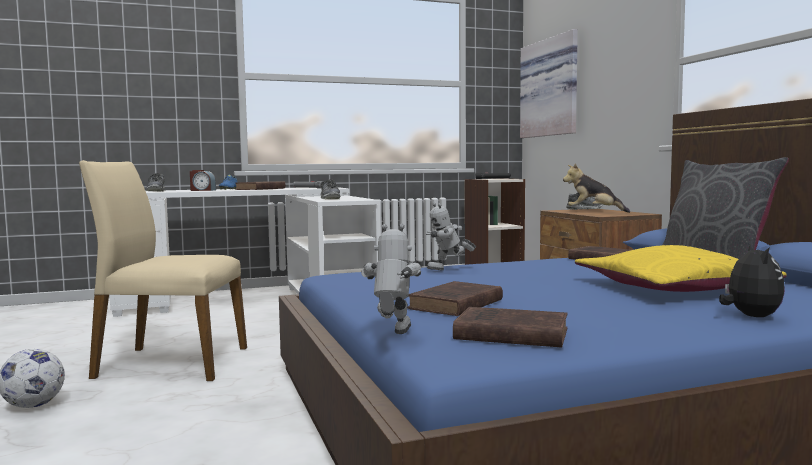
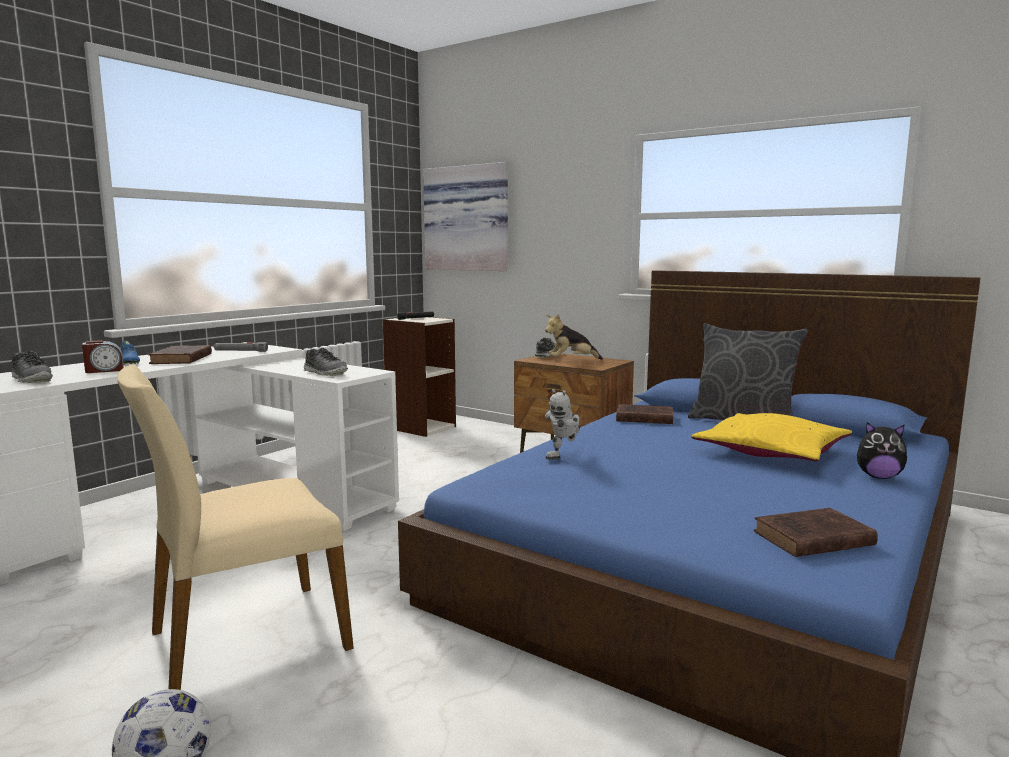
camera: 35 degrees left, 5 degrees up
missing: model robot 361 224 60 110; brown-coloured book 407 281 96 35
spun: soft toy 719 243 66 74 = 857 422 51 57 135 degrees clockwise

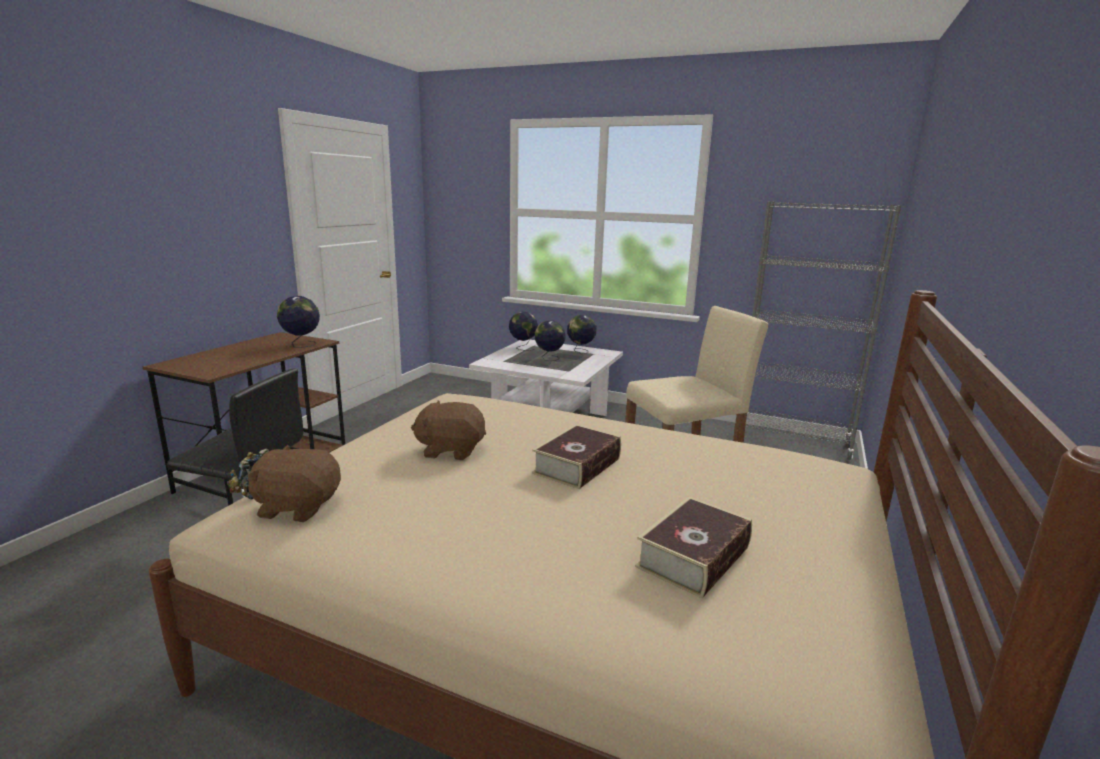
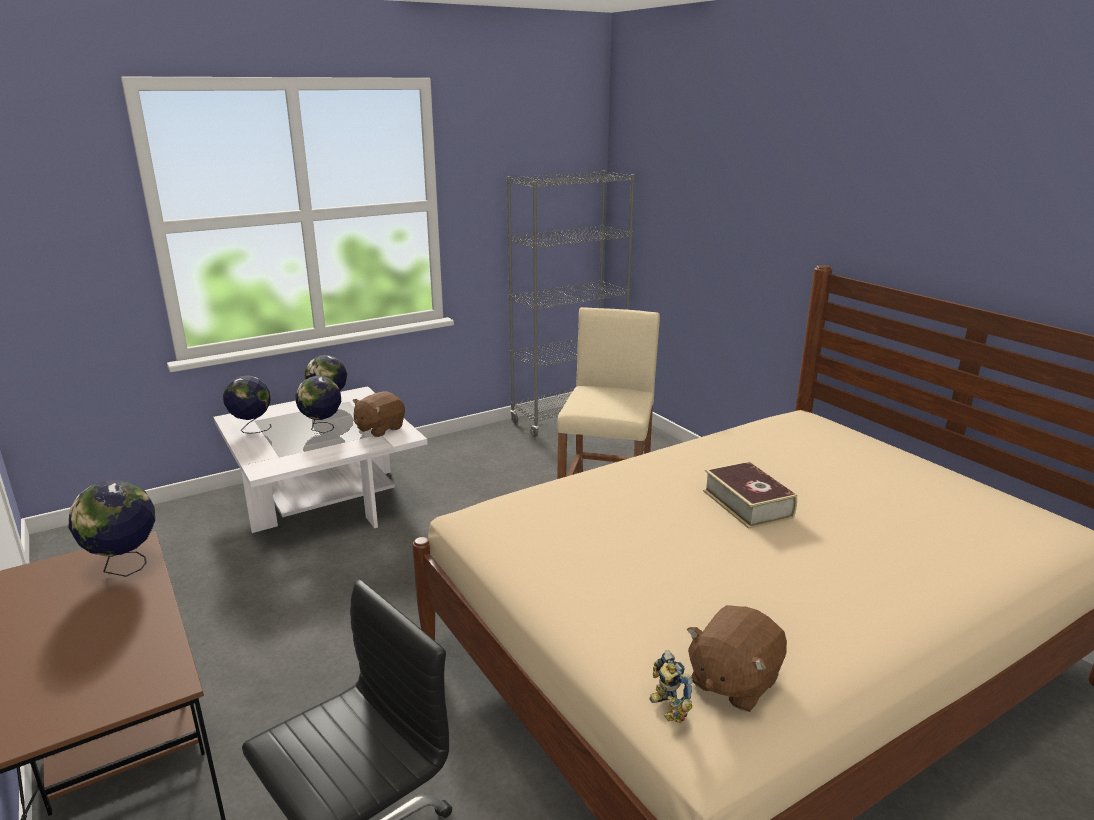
camera: 55 degrees left, 5 degrees up
missing: book 635 497 117 101
relocated: brown-coloured soft toy 411 400 75 60 to 353 391 52 46

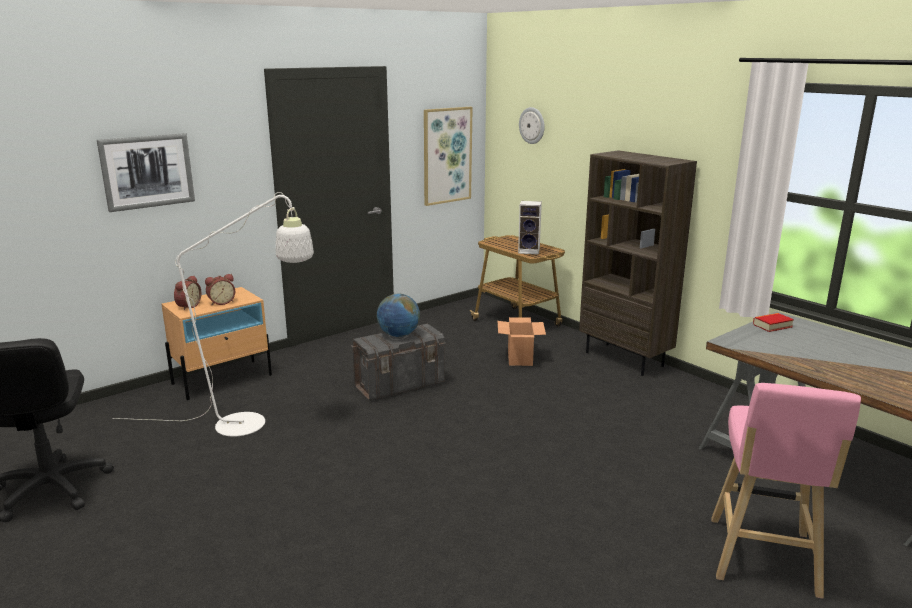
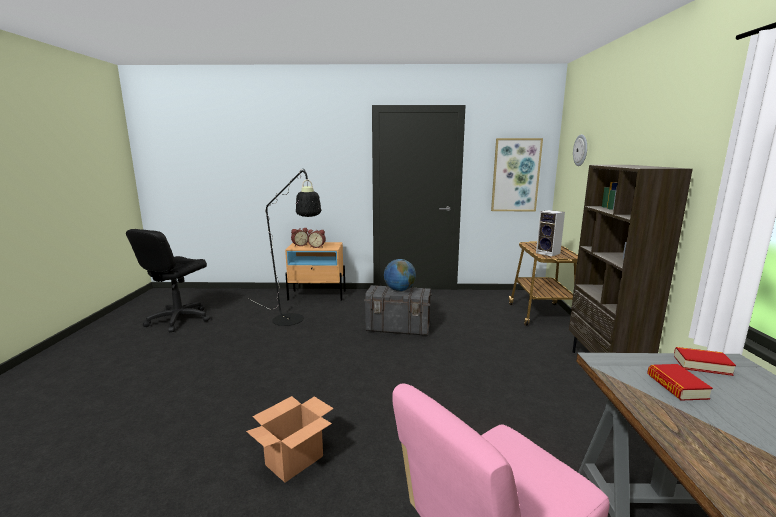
camera: 40 degrees right, 5 degrees down
missing: wall picture 97 133 98 79
appeared: book 647 364 66 36
relocated: packing box 498 317 48 49 to 246 396 88 87
colour: white floor lamp 112 192 202 245 to black-coloured floor lamp 248 169 73 157

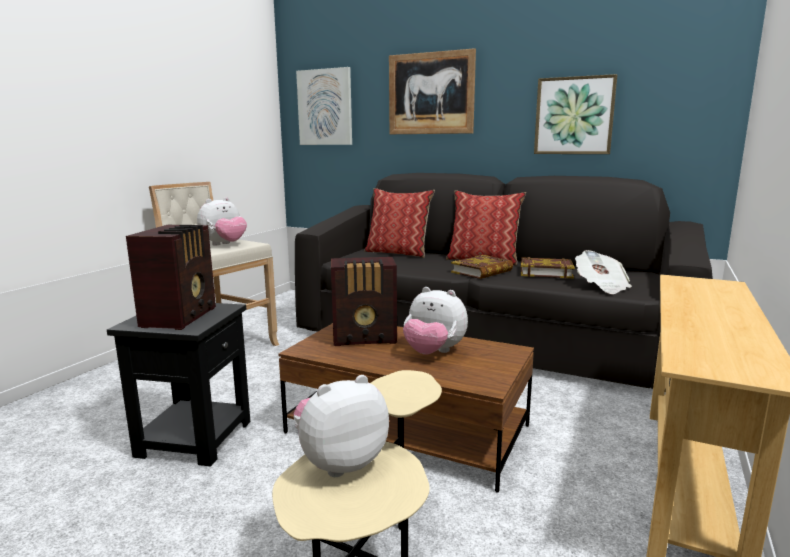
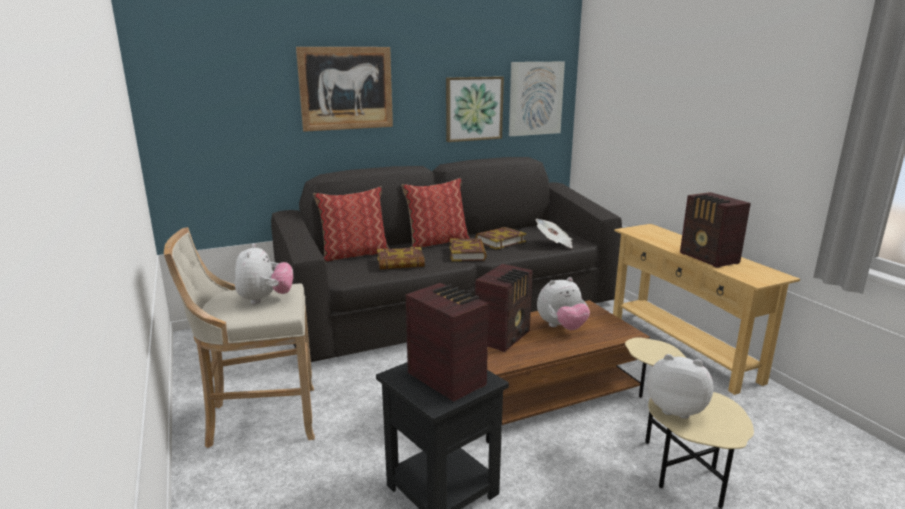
camera: 50 degrees left, 5 degrees up
appeared: radio receiver 680 192 71 76; book 377 247 48 22
relocated: wall picture 296 67 56 78 to 509 62 56 74
spun: soft toy 293 375 96 102 = 647 354 67 65 105 degrees clockwise

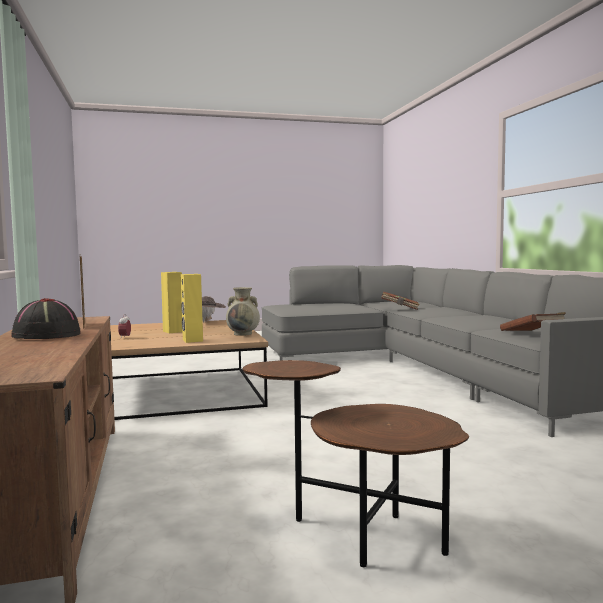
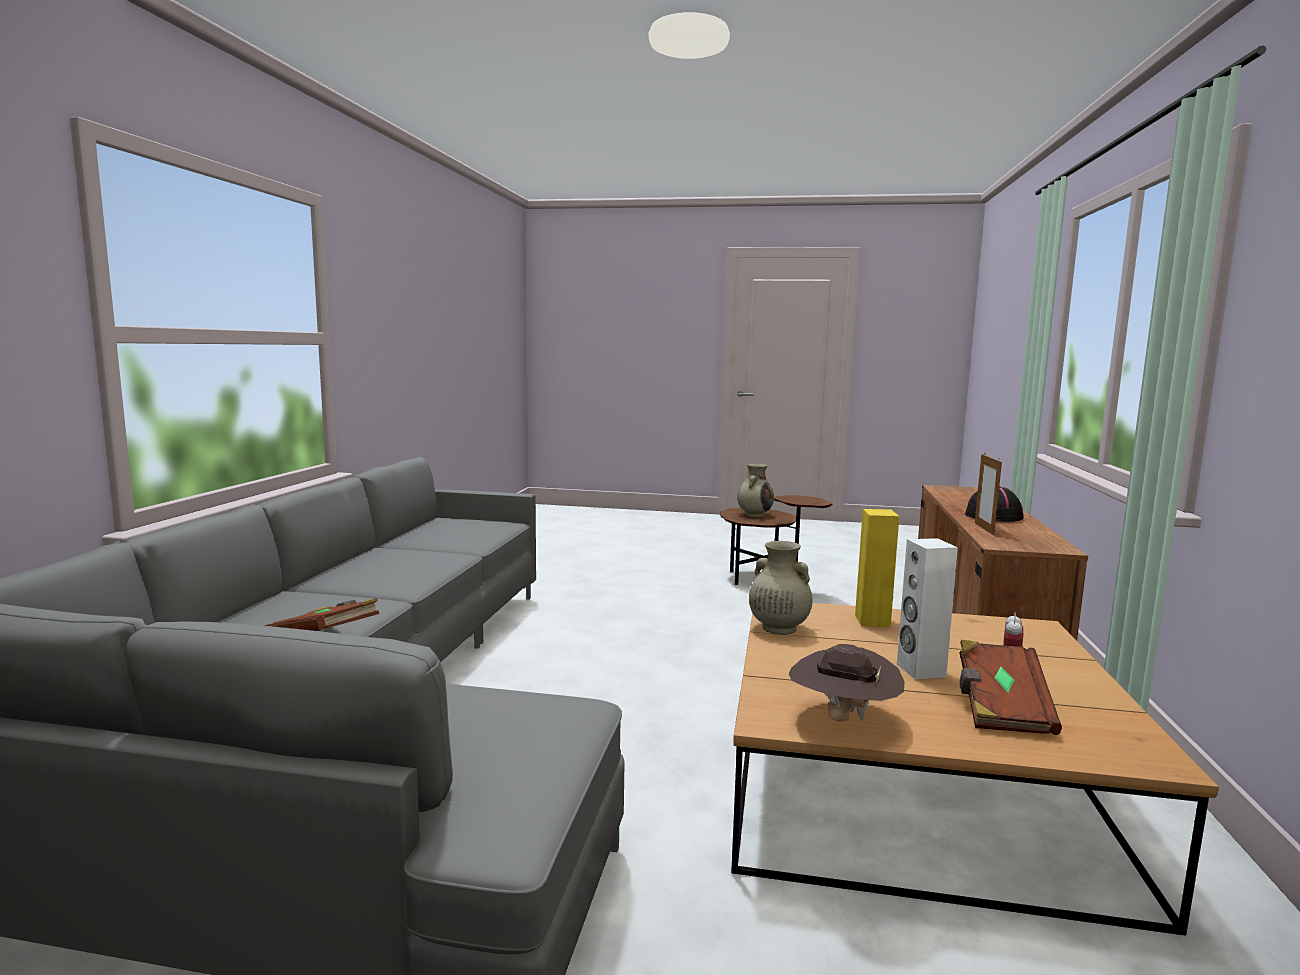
camera: 155 degrees left, 5 degrees up
appeared: beige-coloured decorative vase 737 464 37 53
relocated: brown-coloured book 500 312 66 19 to 960 640 102 95
colour: yellowish loudspeaker 161 272 22 61 to white loudspeaker 897 538 61 141

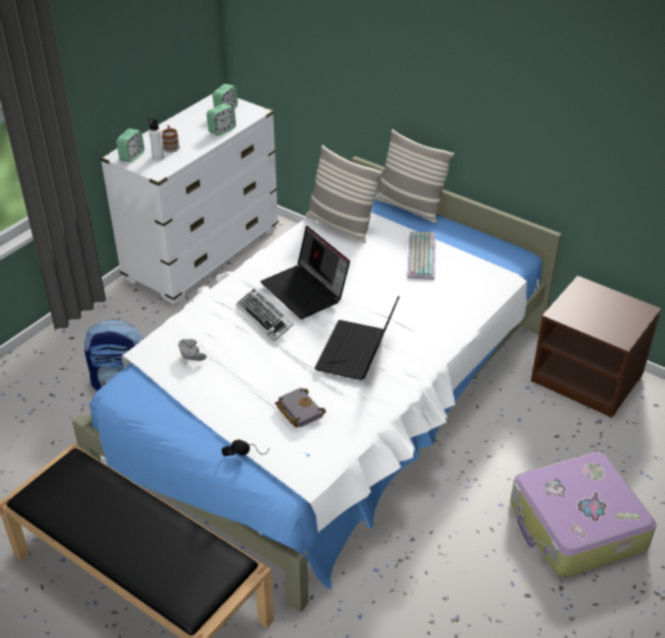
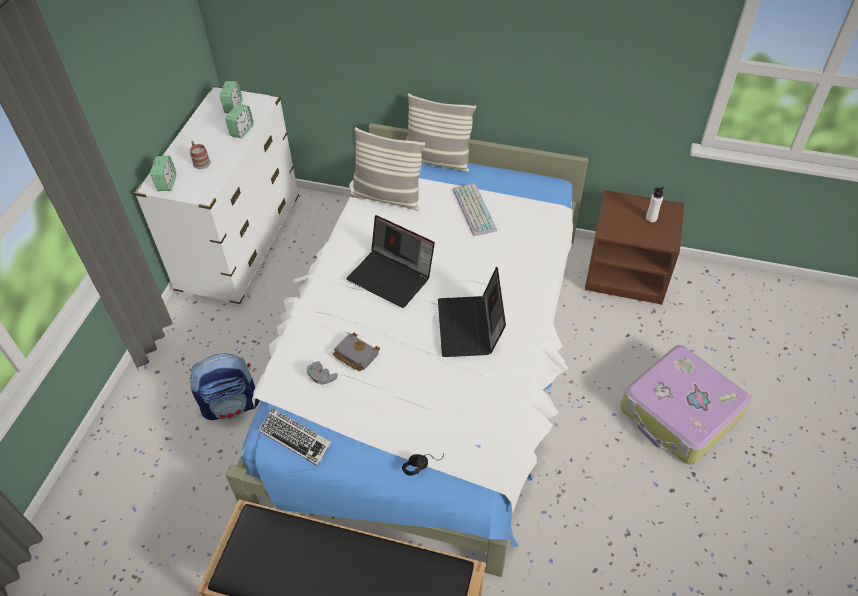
camera: 20 degrees left, 10 degrees up
relocated: white drink bottle 147 118 17 42 to 646 187 17 35; PC keyboard 236 289 58 52 to 259 408 72 58; greyish book 275 388 51 39 to 333 333 47 38

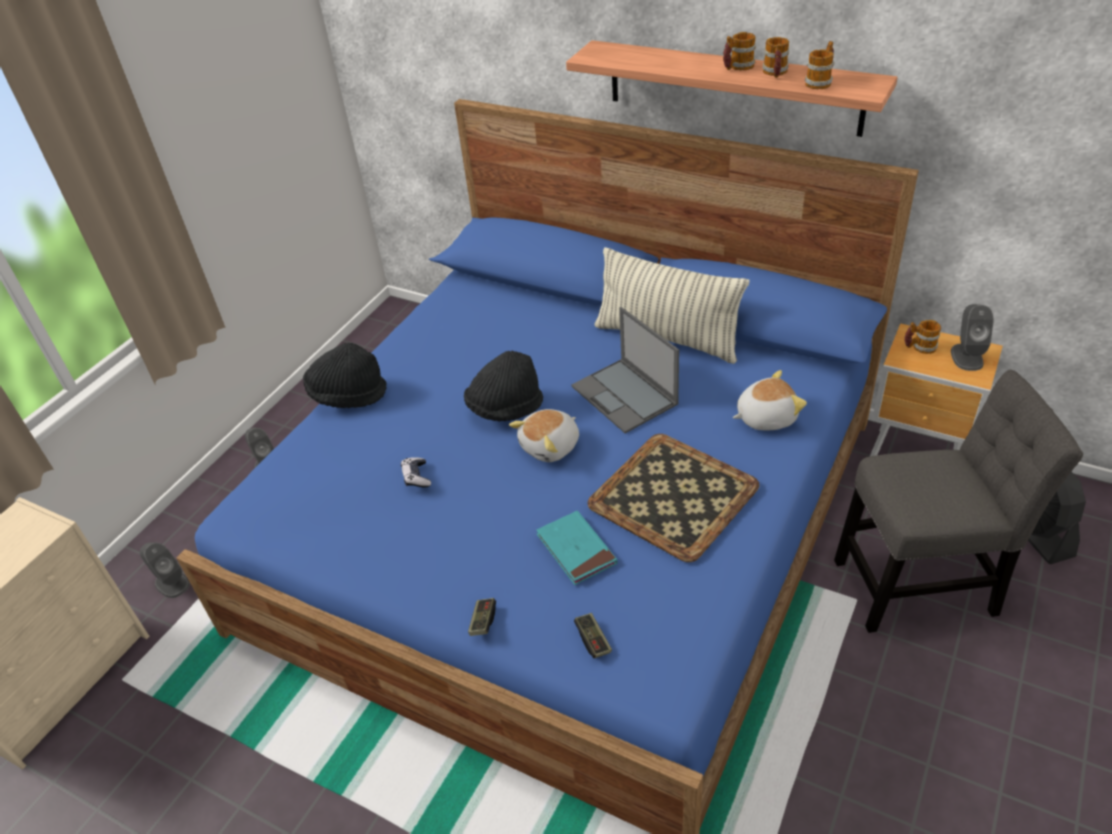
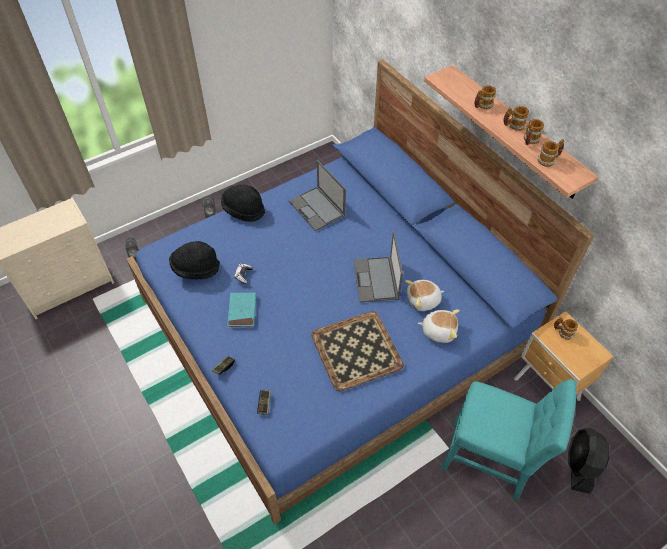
camera: 25 degrees right, 10 degrees up
missing: throw pillow 594 247 155 117; greyish loudspeaker 951 304 43 67
appeared: mug 474 85 22 24; portable computer 289 160 57 71
relocated: black-coloured hat 464 351 79 70 to 169 241 51 38; soft toy 509 409 70 53 to 405 280 39 31; blue-green book 537 511 80 74 to 227 293 29 35
colour: greyish plain chair 834 370 249 263 to blue-green plain chair 441 379 136 121

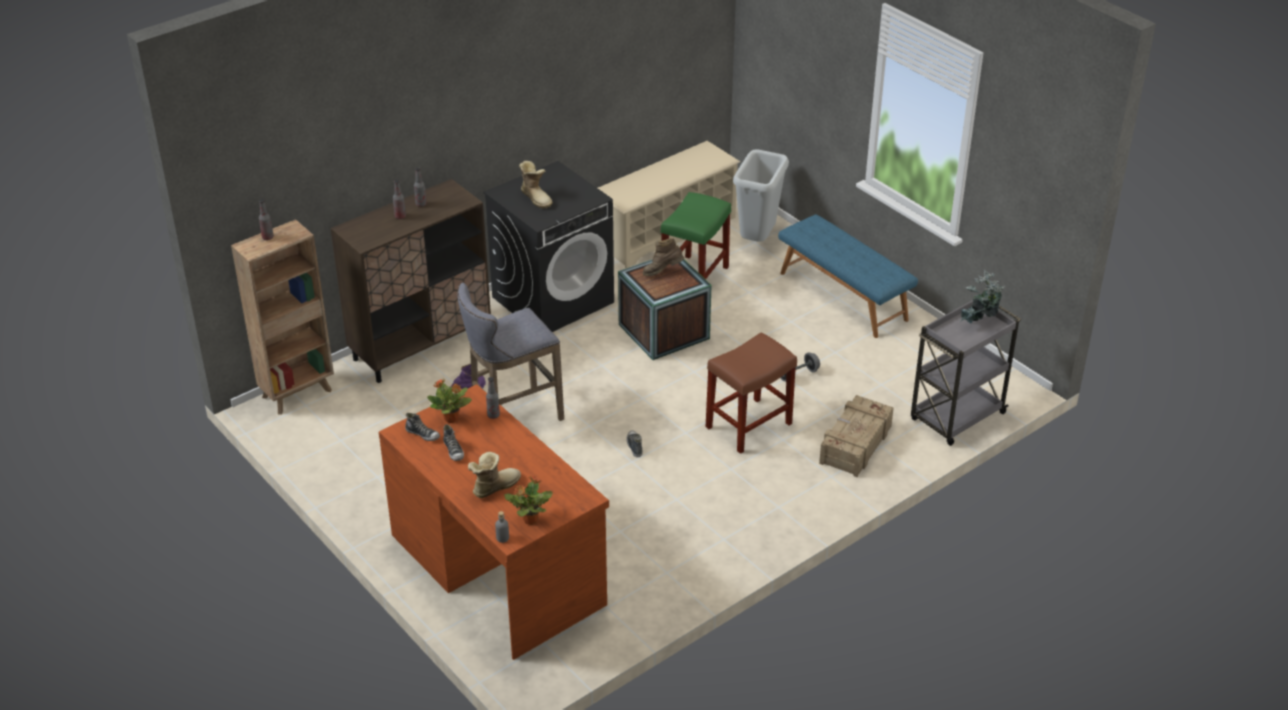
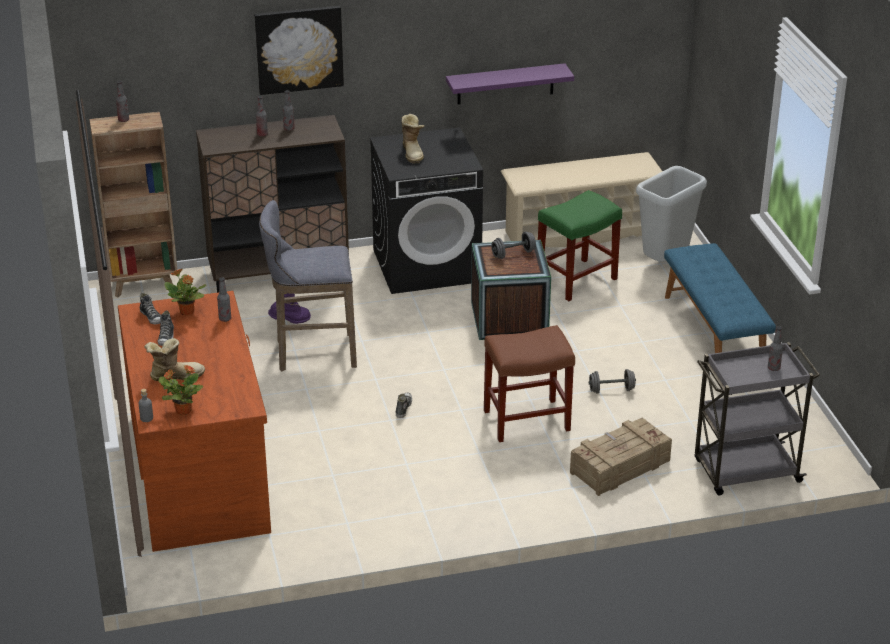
camera: 25 degrees right, 5 degrees down
appeared: wall picture 254 6 90 89; purple-coloured bracket shelf 446 63 128 42
exchanged: brown-coloured high-top boot 643 238 41 38 to greyish free weight 491 232 45 27; potted plant 961 270 44 53 to drink bottle 768 326 15 45

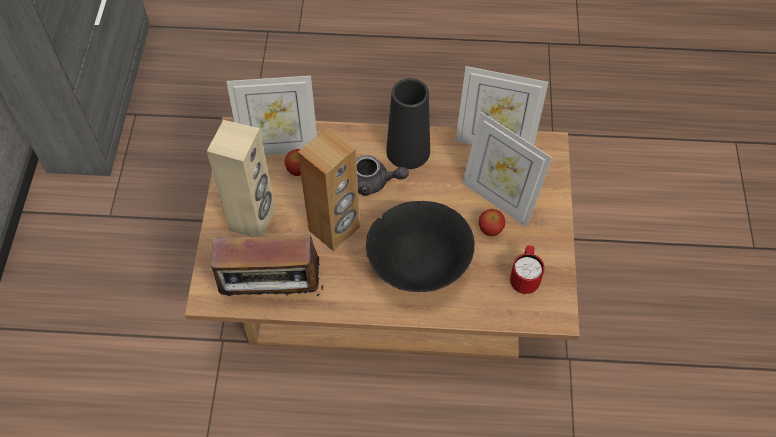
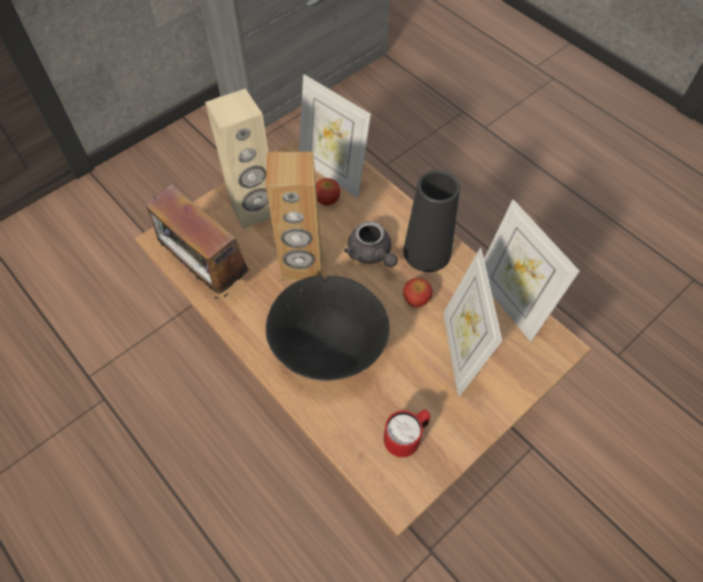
camera: 45 degrees right, 0 degrees up
relocated: apple fruit 479 209 27 27 to 403 278 30 30

